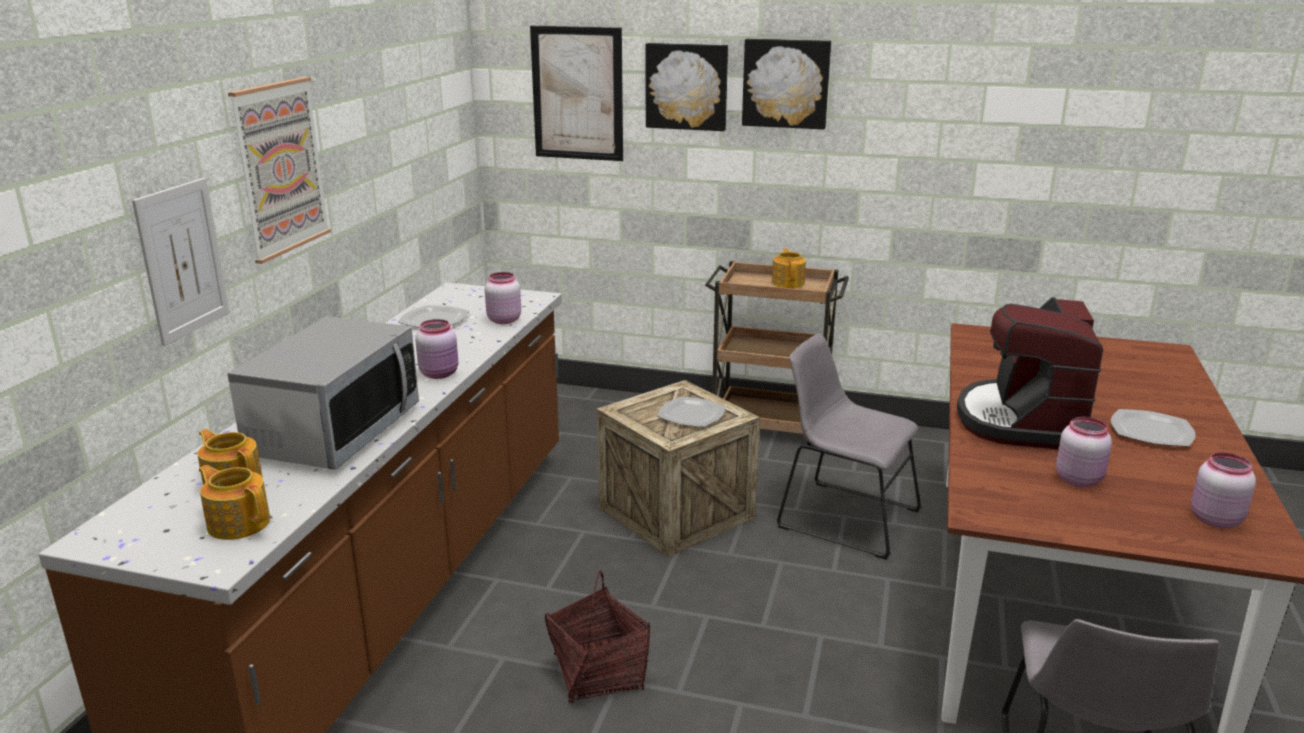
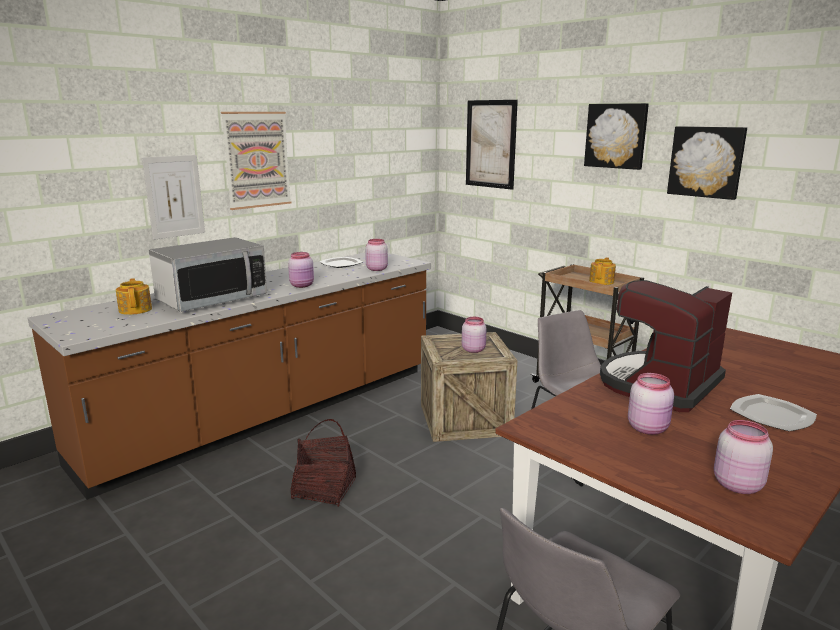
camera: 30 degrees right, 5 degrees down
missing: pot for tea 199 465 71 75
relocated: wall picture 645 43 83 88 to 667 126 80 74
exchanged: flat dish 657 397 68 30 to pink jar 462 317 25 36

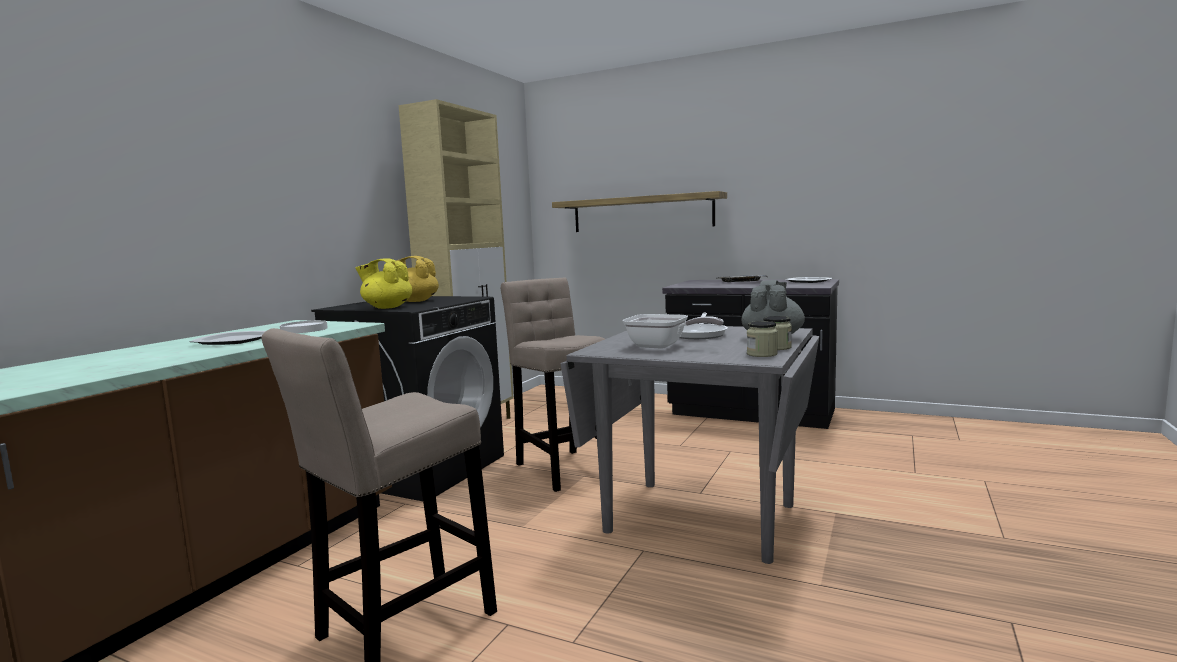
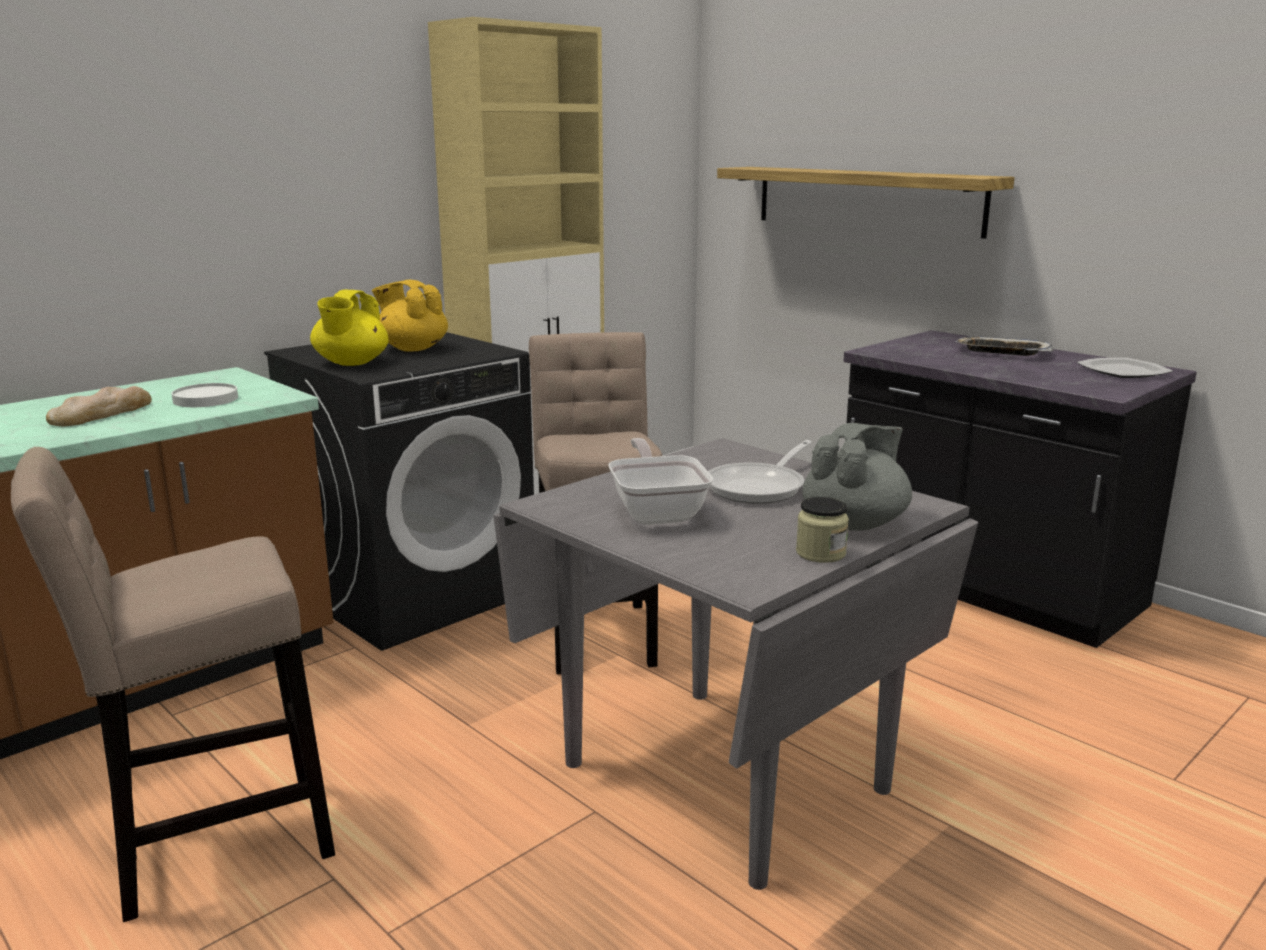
camera: 20 degrees right, 10 degrees up
missing: jar 747 321 31 36
exchanged: flat dish 190 331 75 14 to baked bread 46 386 106 40
spun: yellowish pot for tea 355 258 57 51 = 310 289 79 77 120 degrees counterclockwise; frying pan 622 314 102 35 = 609 438 104 87 150 degrees counterclockwise

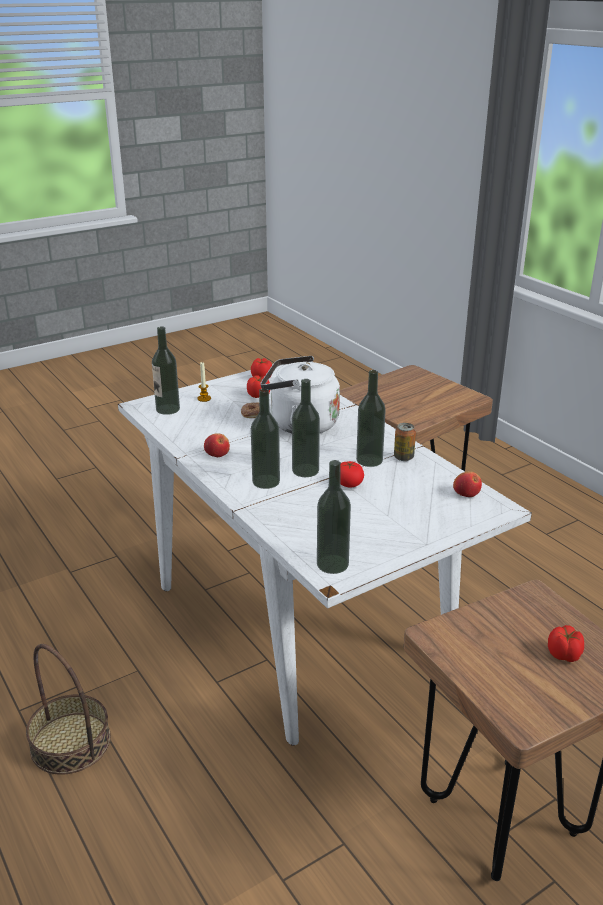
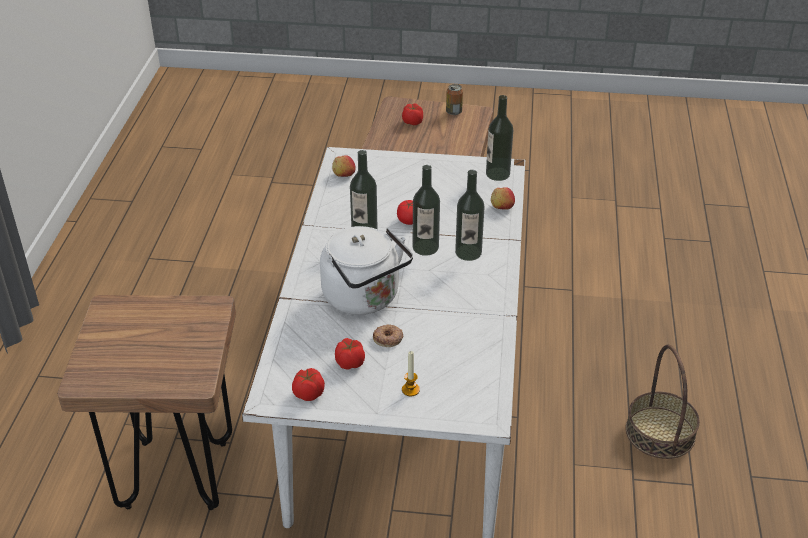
camera: 140 degrees left, 10 degrees up
missing: drink bottle 152 326 28 89
relocated: sealed can 394 423 22 38 to 446 84 17 31; apple fruit 204 433 26 24 to 491 187 24 23

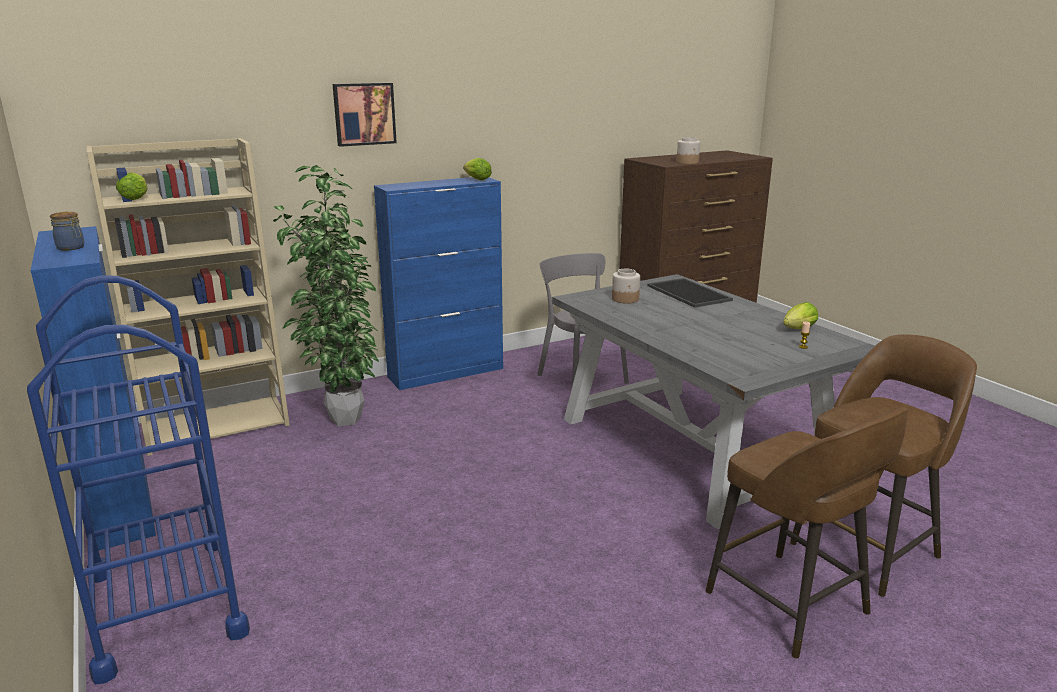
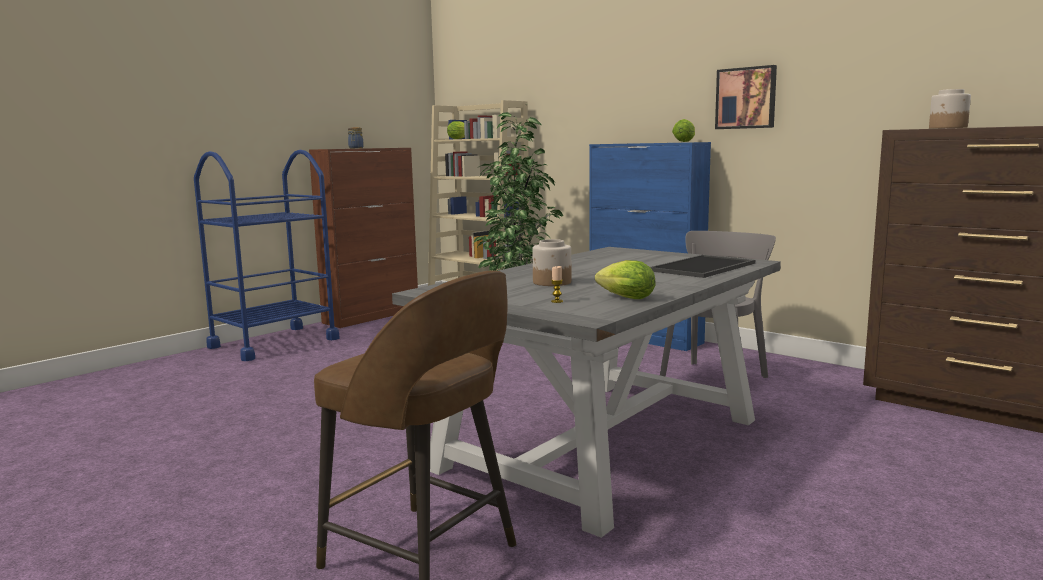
camera: 70 degrees right, 10 degrees down
missing: brown-coloured sitting stool 706 407 202 252
relocated: wall picture 333 83 64 64 to 715 65 62 64; jar 612 269 28 34 to 532 239 39 47
colour: blue storage cabinet 31 226 125 324 to brown-coloured storage cabinet 309 148 109 180

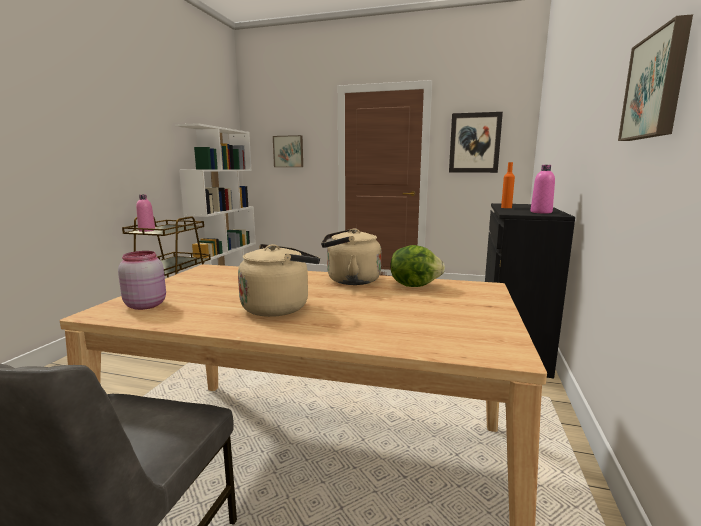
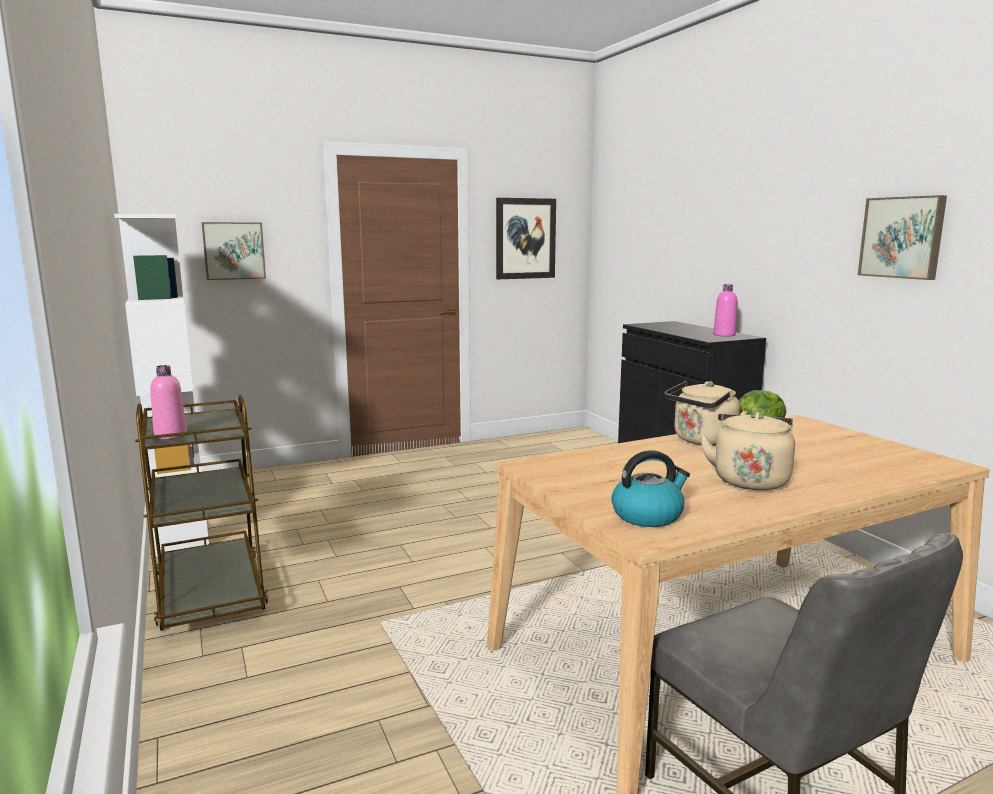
camera: 40 degrees left, 0 degrees up
missing: orange-coloured drink bottle 501 162 14 46
exchanged: pink jar 118 251 48 59 to water kettle 611 450 79 77

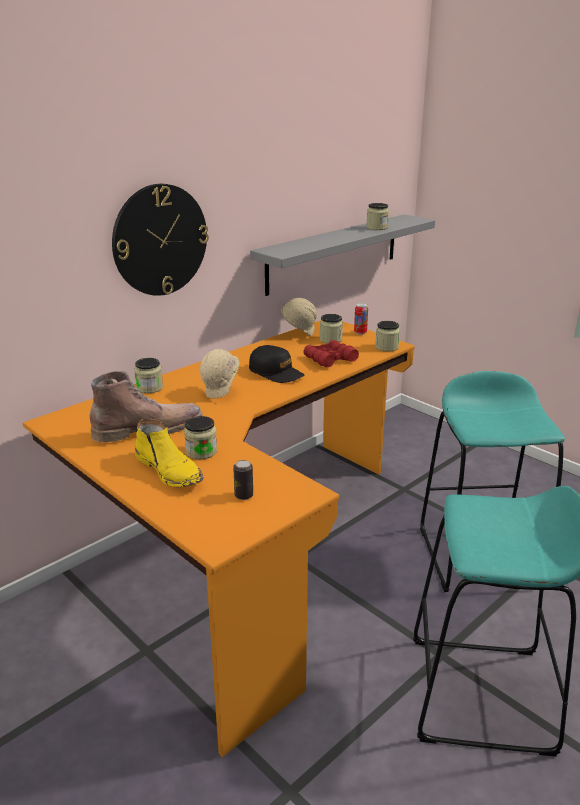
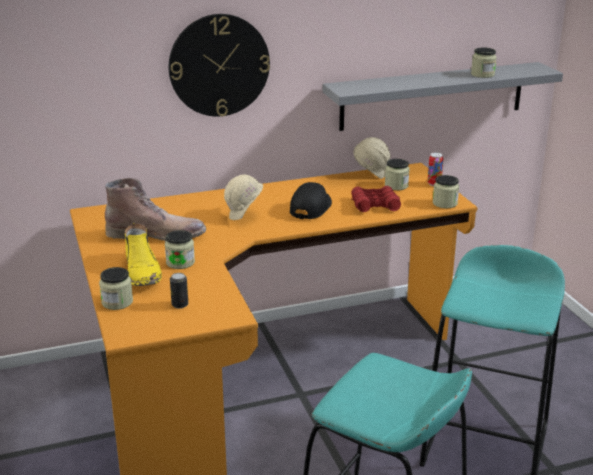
camera: 25 degrees right, 0 degrees up
relocated: jar 134 358 29 35 to 99 267 34 43
spun: black-coloured peaked cap 249 345 55 38 = 290 182 42 37 135 degrees counterclockwise

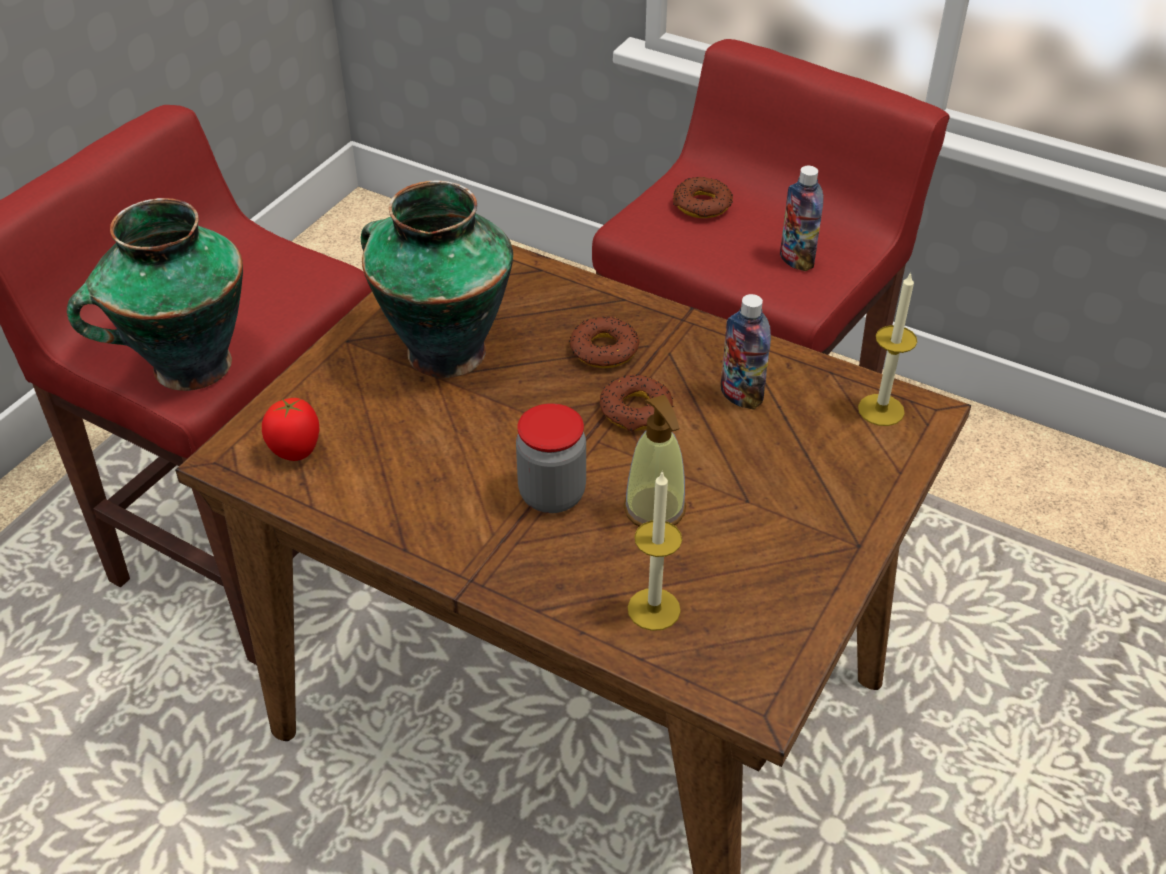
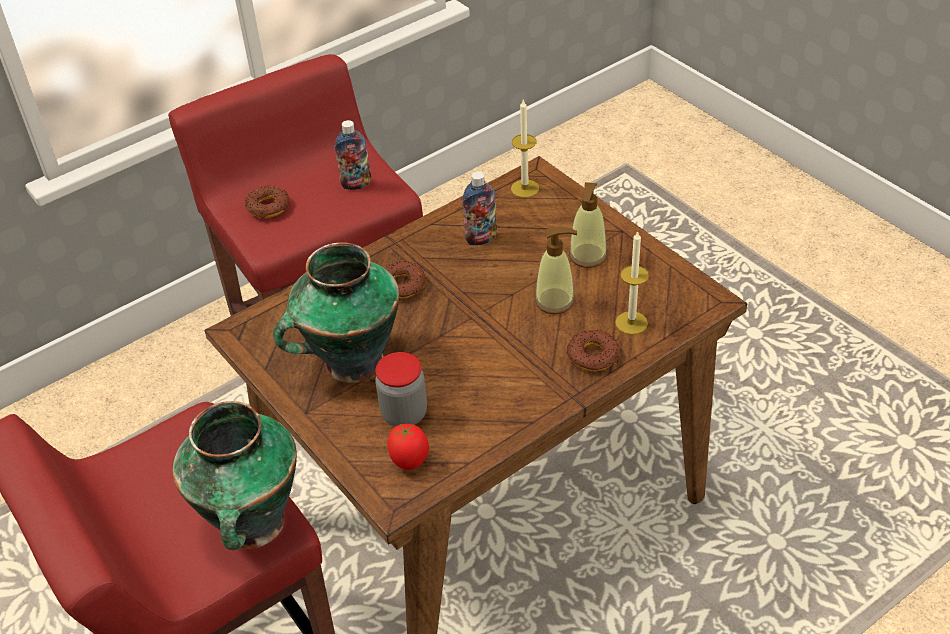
camera: 65 degrees left, 0 degrees up
appeared: soap dispenser 569 182 38 86
relocated: donut 600 374 74 57 to 567 330 53 41; jar 516 403 70 110 to 375 352 52 75

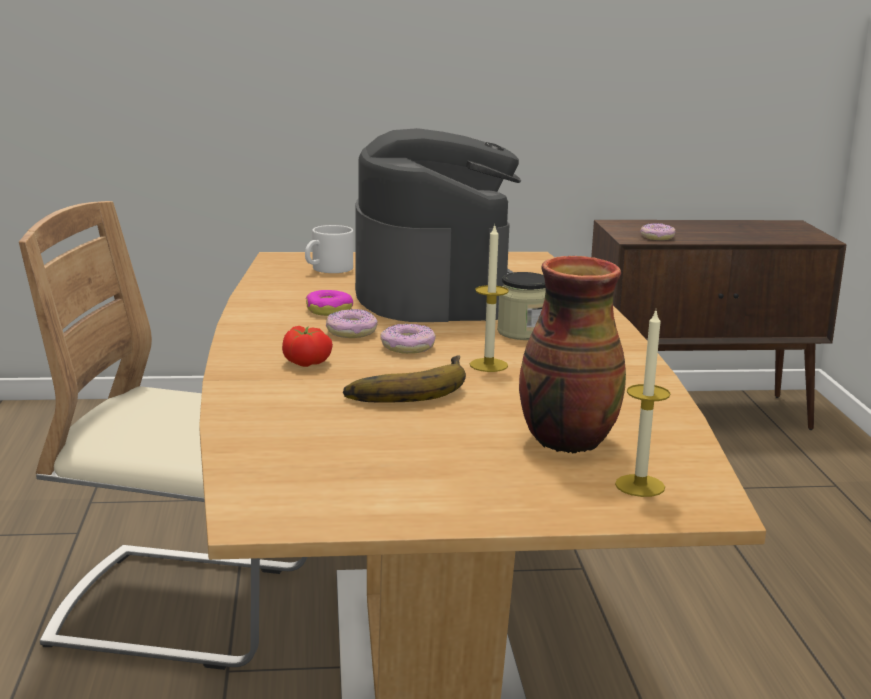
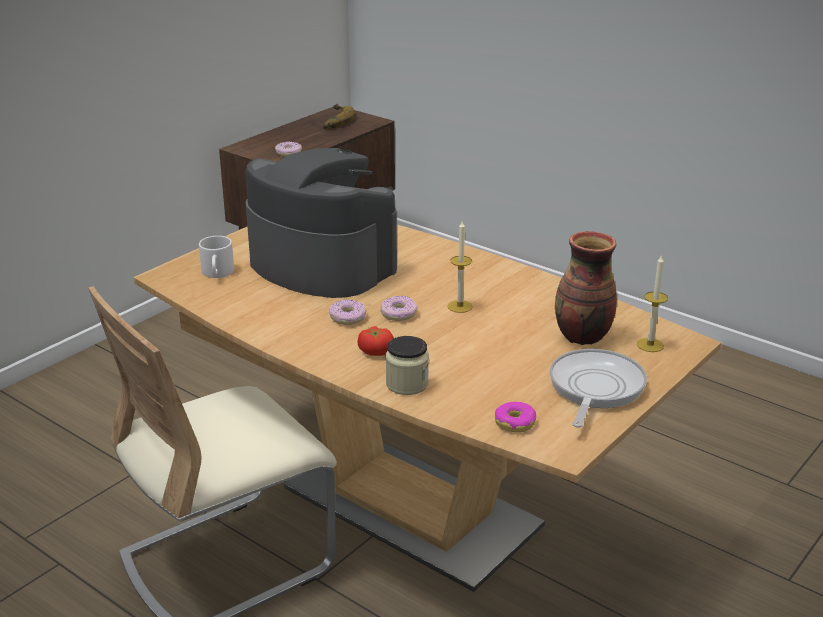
camera: 45 degrees left, 10 degrees up
appeared: frying pan 550 349 97 79
relocated: jar 497 272 49 68 to 386 336 43 59; donut 306 290 47 26 to 495 402 41 31; banana fruit 343 355 123 48 to 323 104 32 25

